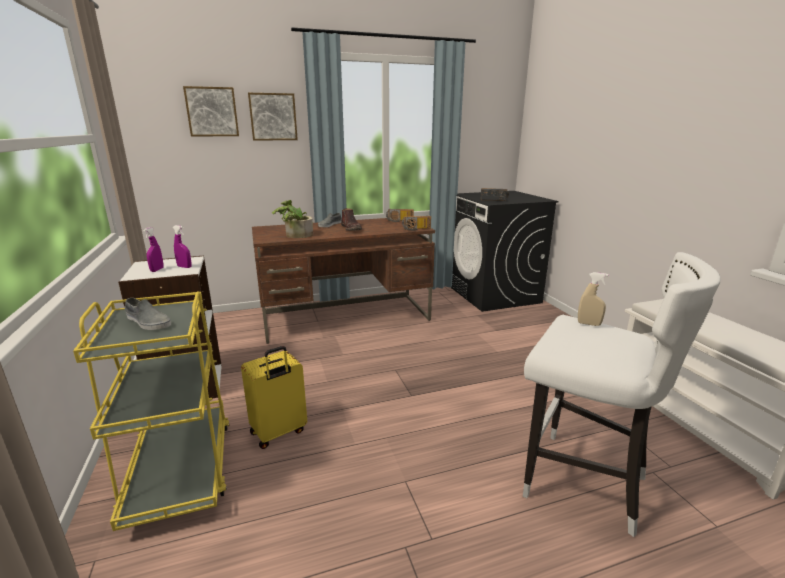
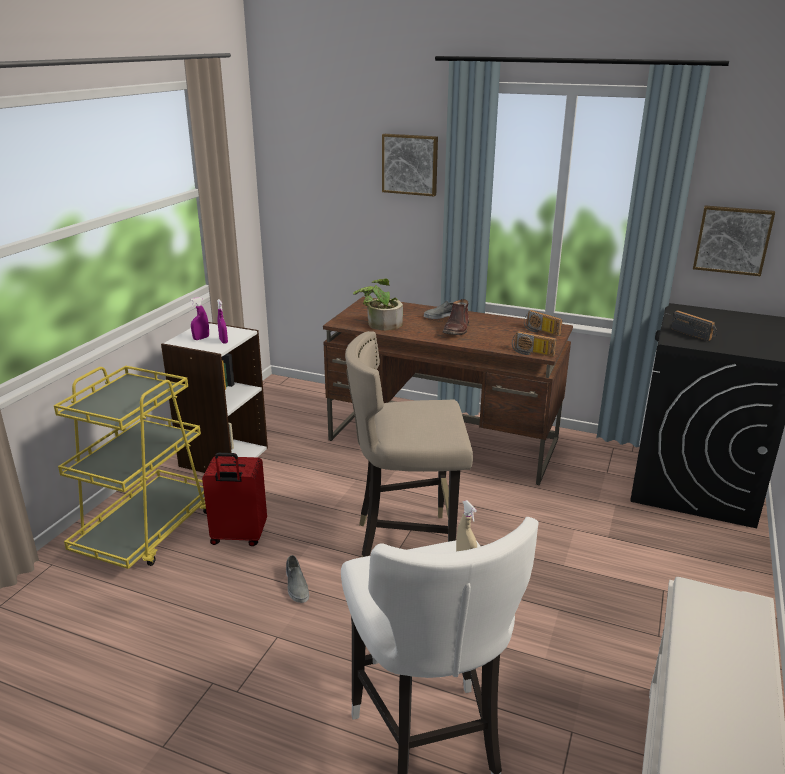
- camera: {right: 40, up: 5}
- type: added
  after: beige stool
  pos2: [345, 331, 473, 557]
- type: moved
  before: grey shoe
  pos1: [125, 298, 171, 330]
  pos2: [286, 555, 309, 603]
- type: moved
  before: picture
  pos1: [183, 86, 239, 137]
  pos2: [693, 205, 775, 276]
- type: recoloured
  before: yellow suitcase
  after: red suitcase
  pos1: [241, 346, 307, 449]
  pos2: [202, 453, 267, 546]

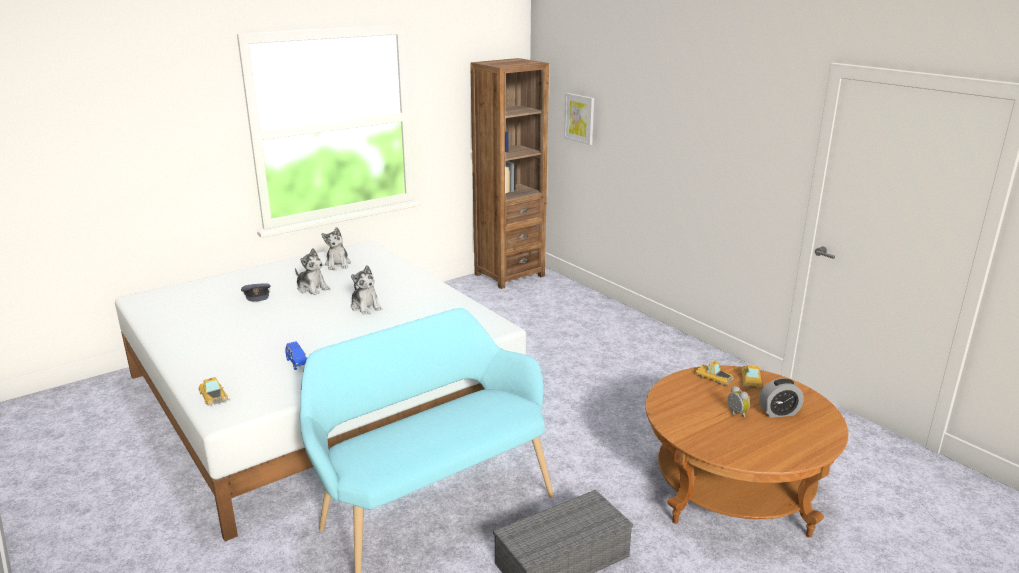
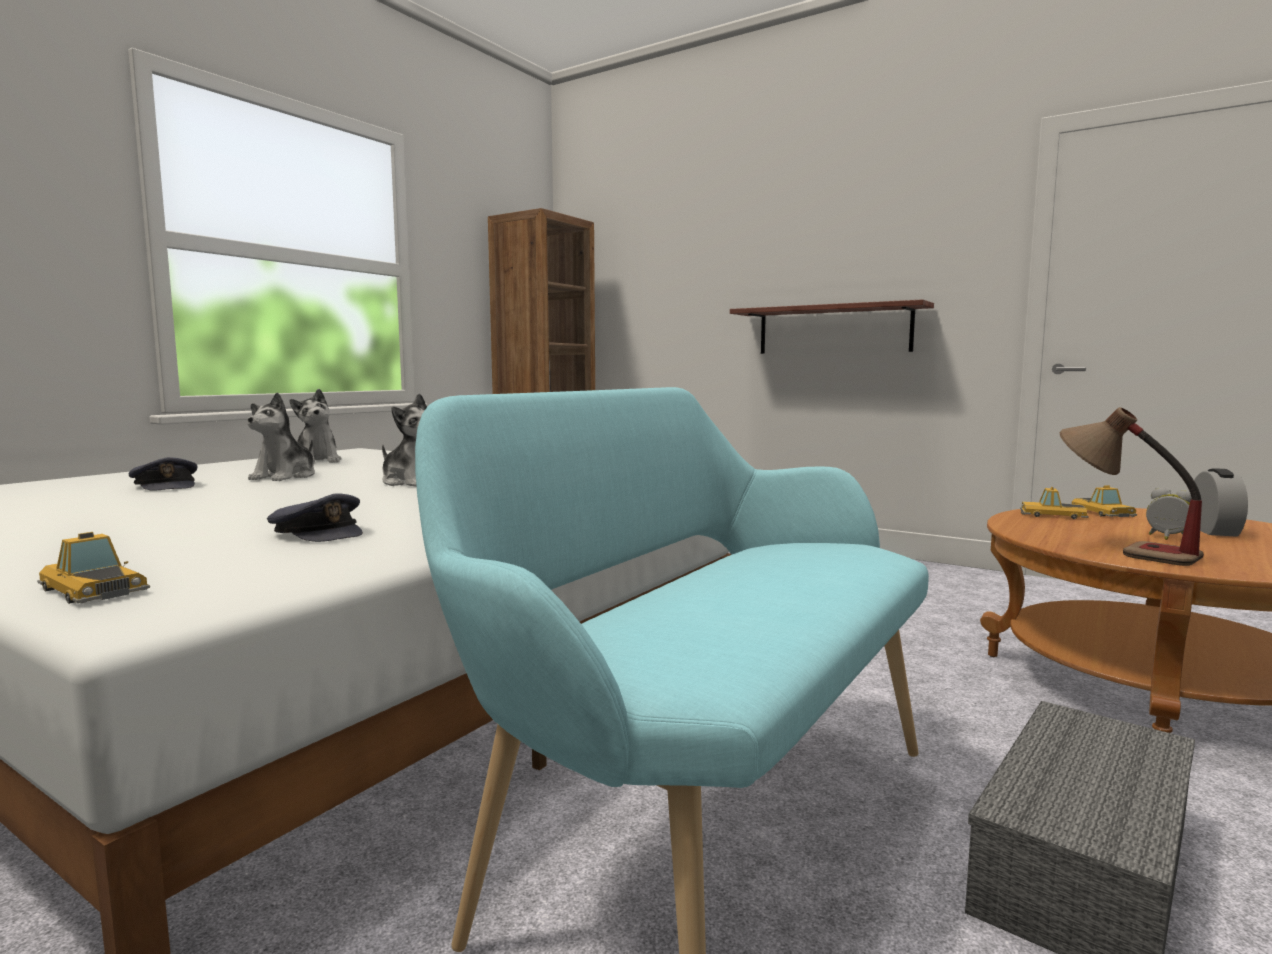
- camera: {right: -20, up: -15}
- type: removed
  before: picture
  pos1: [564, 93, 594, 145]
- type: added
  after: shelf
  pos2: [730, 299, 934, 354]
- type: added
  after: table lamp
  pos2: [1060, 407, 1204, 566]
- type: replaced
  before: blue toy car
  after: grey cap
  pos1: [286, 341, 307, 370]
  pos2: [267, 493, 363, 542]
- type: turned
  before: plush toy
  pos1: [295, 248, 330, 295]
  pos2: [247, 392, 315, 481]
  turn: 90
- type: turned
  before: alarm clock
  pos1: [759, 378, 804, 418]
  pos2: [1194, 468, 1248, 537]
  turn: -45

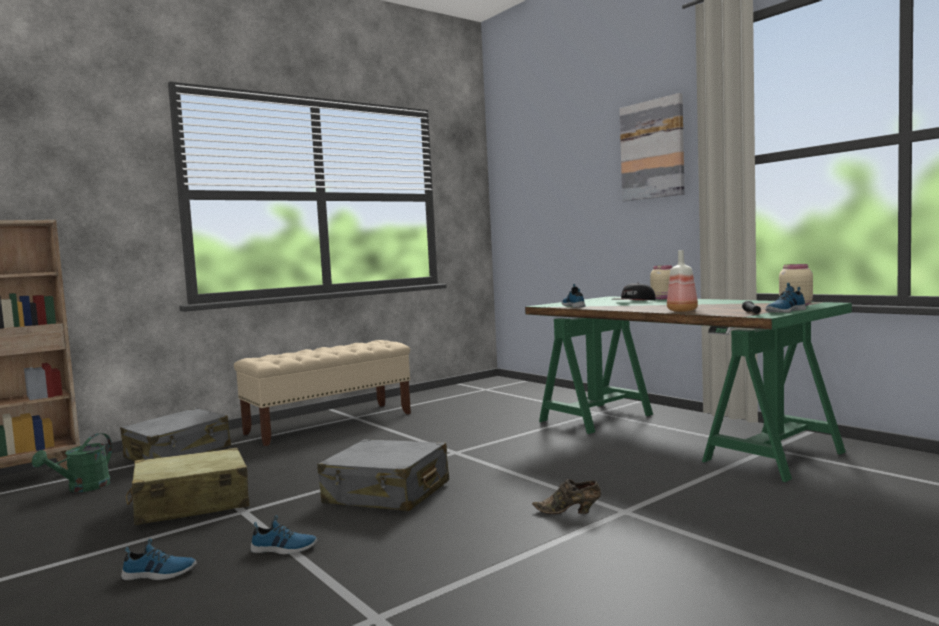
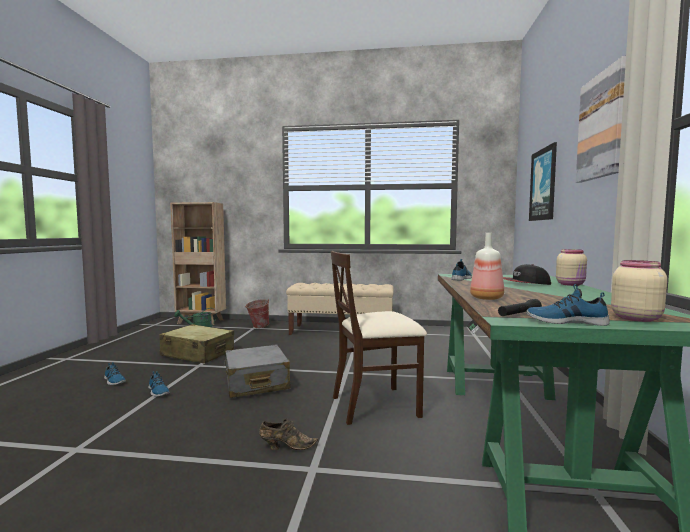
- camera: {right: 45, up: 0}
- type: added
  after: beige chair
  pos2: [331, 251, 427, 425]
- type: added
  after: picture
  pos2: [529, 142, 557, 221]
- type: replaced
  before: grey suitcase
  after: bucket
  pos1: [120, 408, 231, 461]
  pos2: [245, 299, 269, 328]
- type: turned
  before: brown shoe
  pos1: [532, 479, 601, 514]
  pos2: [259, 419, 318, 450]
  turn: 120

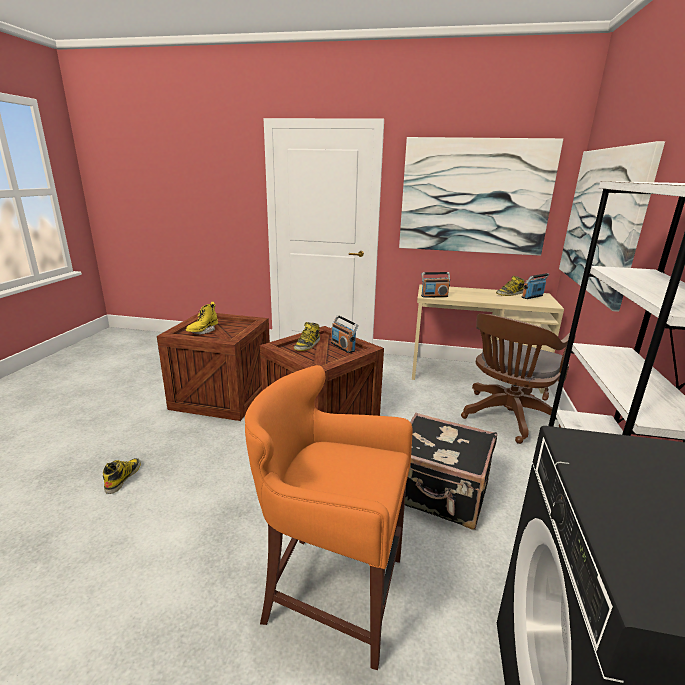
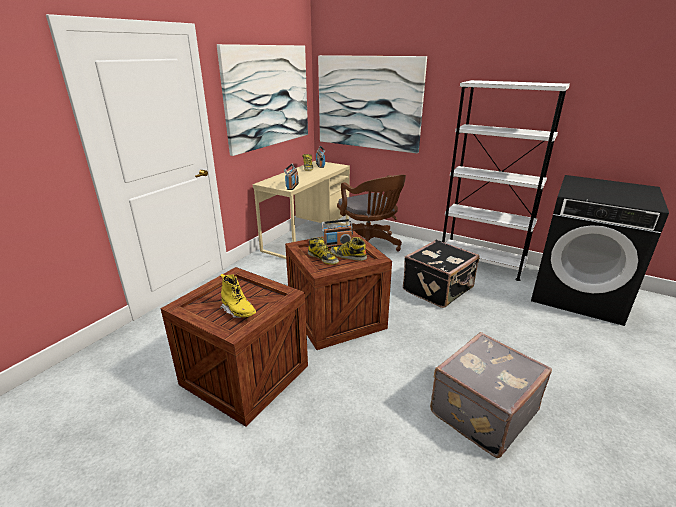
- camera: {right: -70, up: 5}
- type: removed
  before: orange stool
  pos1: [245, 365, 413, 670]
- type: added
  after: grey suitcase
  pos2: [430, 332, 552, 458]
- type: moved
  before: boot
  pos1: [103, 458, 141, 494]
  pos2: [330, 237, 367, 261]

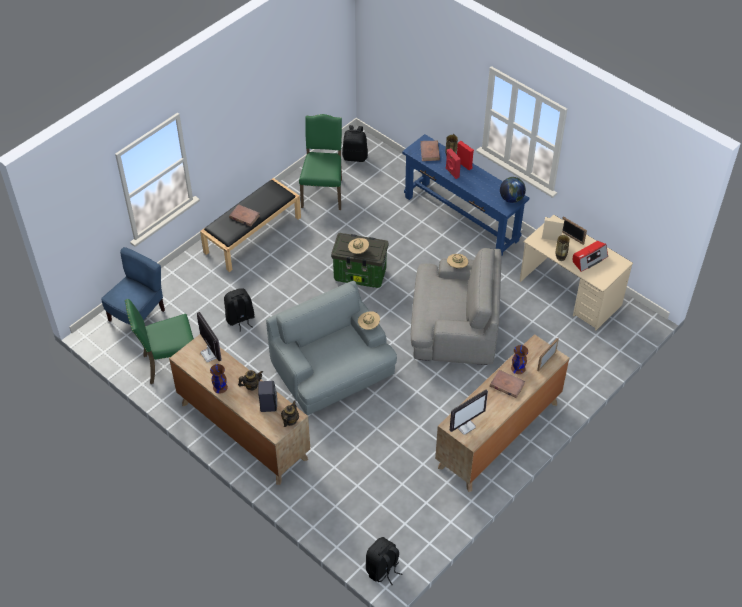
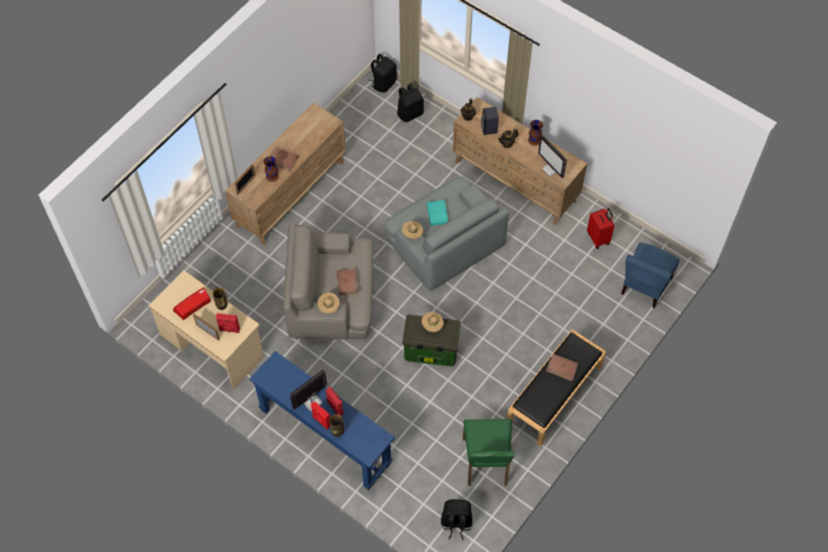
- camera: {right: 175, up: 10}
- type: removed
  before: globe
  pos1: [500, 177, 526, 203]
- type: added
  after: turquoise book
  pos2: [427, 200, 448, 226]
- type: moved
  before: black backpack
  pos1: [224, 288, 255, 332]
  pos2: [397, 83, 424, 122]
- type: moved
  before: brown book
  pos1: [420, 141, 440, 161]
  pos2: [336, 268, 358, 295]
- type: moved
  before: monitor
  pos1: [449, 390, 488, 435]
  pos2: [290, 370, 327, 411]
- type: replaced
  before: green chair
  after: red suitcase
  pos1: [125, 299, 194, 384]
  pos2: [587, 208, 615, 249]
- type: recoloured
  before: beige speaker
  after: red speaker
  pos1: [542, 217, 564, 241]
  pos2: [216, 313, 240, 333]

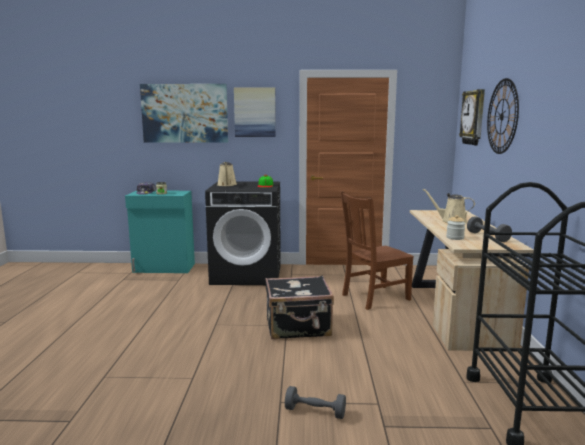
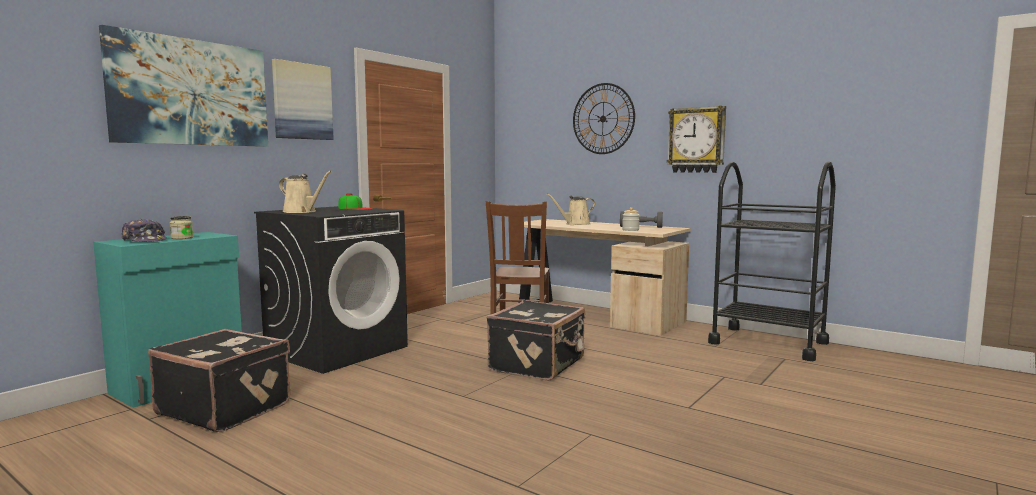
- camera: {right: -55, up: -5}
- type: removed
  before: grey dumbbell
  pos1: [285, 386, 346, 419]
- type: added
  after: black suitcase
  pos2: [148, 329, 290, 432]
- type: moved
  before: wall clock
  pos1: [459, 89, 485, 145]
  pos2: [667, 106, 726, 173]

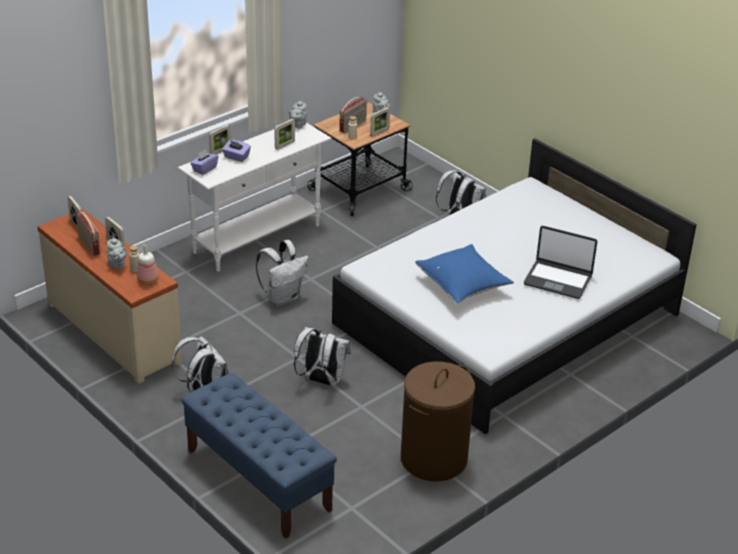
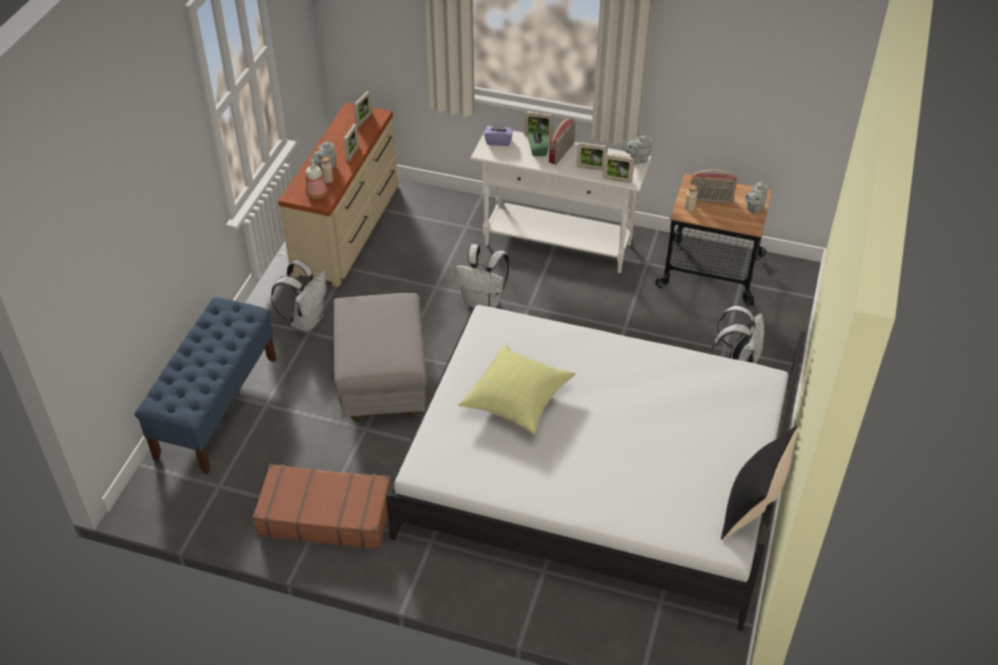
- camera: {right: 60, up: 10}
- type: removed
  before: laptop
  pos1: [524, 226, 597, 299]
- type: added
  after: black pillow
  pos2: [721, 426, 798, 540]
- type: moved
  before: radio
  pos1: [76, 212, 101, 256]
  pos2: [549, 118, 575, 165]
- type: moved
  before: picture frame
  pos1: [370, 107, 390, 136]
  pos2: [602, 154, 634, 183]
- type: replaced
  before: white backpack
  after: grey ottoman
  pos1: [294, 327, 351, 386]
  pos2: [333, 293, 427, 422]
- type: replaced
  before: brown laundry basket
  after: brown suitcase
  pos1: [401, 361, 475, 481]
  pos2: [253, 464, 391, 550]
- type: recoloured
  before: purple tissue box
  after: green tissue box
  pos1: [222, 140, 251, 162]
  pos2: [529, 129, 548, 157]
- type: recoloured
  before: blue pillow
  after: yellow pillow
  pos1: [415, 244, 514, 304]
  pos2: [459, 345, 576, 434]

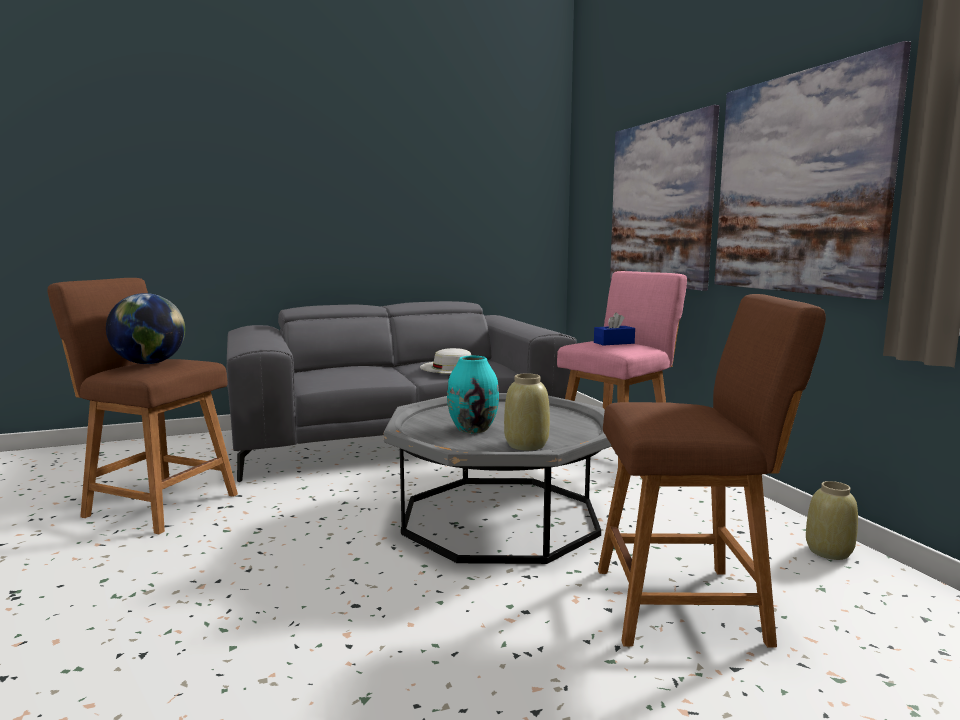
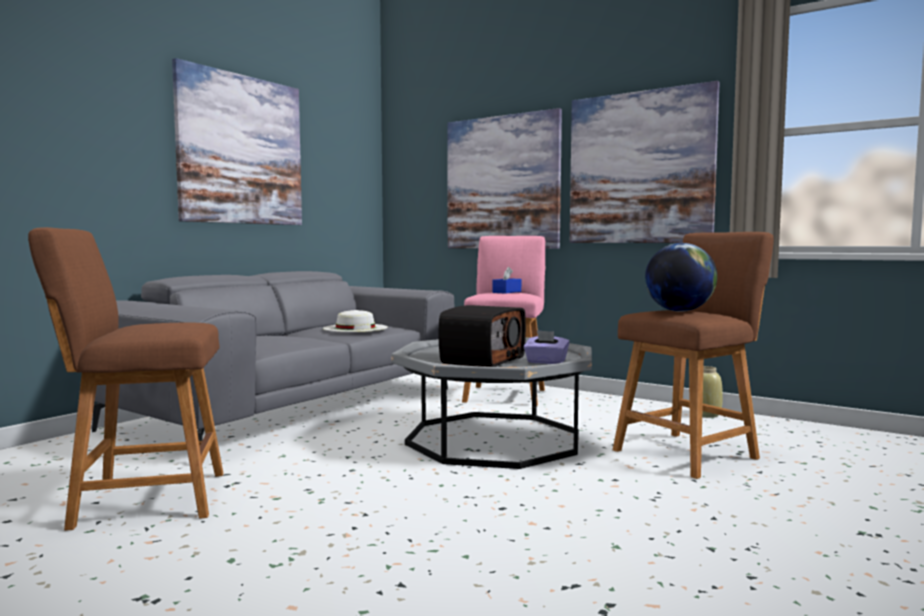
- camera: {right: -35, up: -5}
- type: added
  after: picture
  pos2: [172, 58, 302, 225]
- type: moved
  before: globe
  pos1: [106, 293, 185, 364]
  pos2: [645, 243, 717, 312]
- type: replaced
  before: turquoise vase
  after: radio
  pos1: [447, 356, 499, 433]
  pos2: [439, 305, 526, 367]
- type: replaced
  before: beige vase
  after: purple tissue box
  pos1: [504, 374, 550, 451]
  pos2: [524, 330, 570, 364]

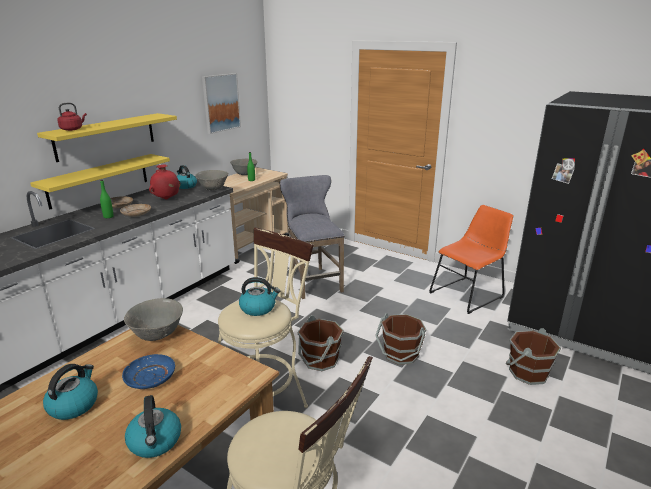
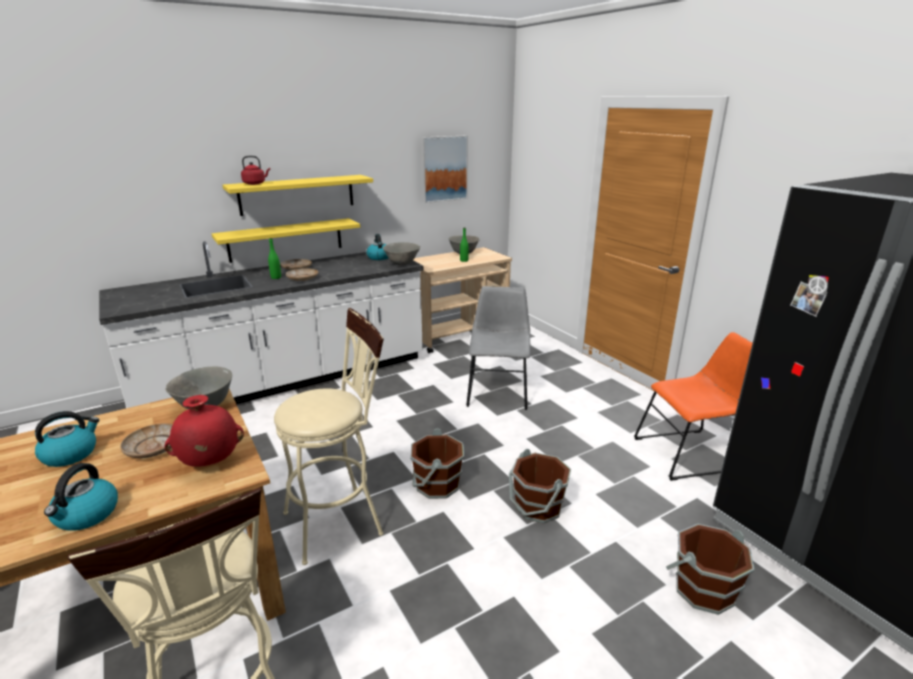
- camera: {right: 25, up: 0}
- type: removed
  before: kettle
  pos1: [239, 277, 280, 316]
- type: moved
  before: red vase
  pos1: [149, 165, 181, 200]
  pos2: [164, 395, 244, 467]
- type: replaced
  before: grey stool
  after: grey chair
  pos1: [280, 175, 345, 299]
  pos2: [466, 286, 530, 410]
- type: recoloured
  before: blue plate
  after: beige plate
  pos1: [122, 354, 175, 389]
  pos2: [120, 423, 173, 458]

